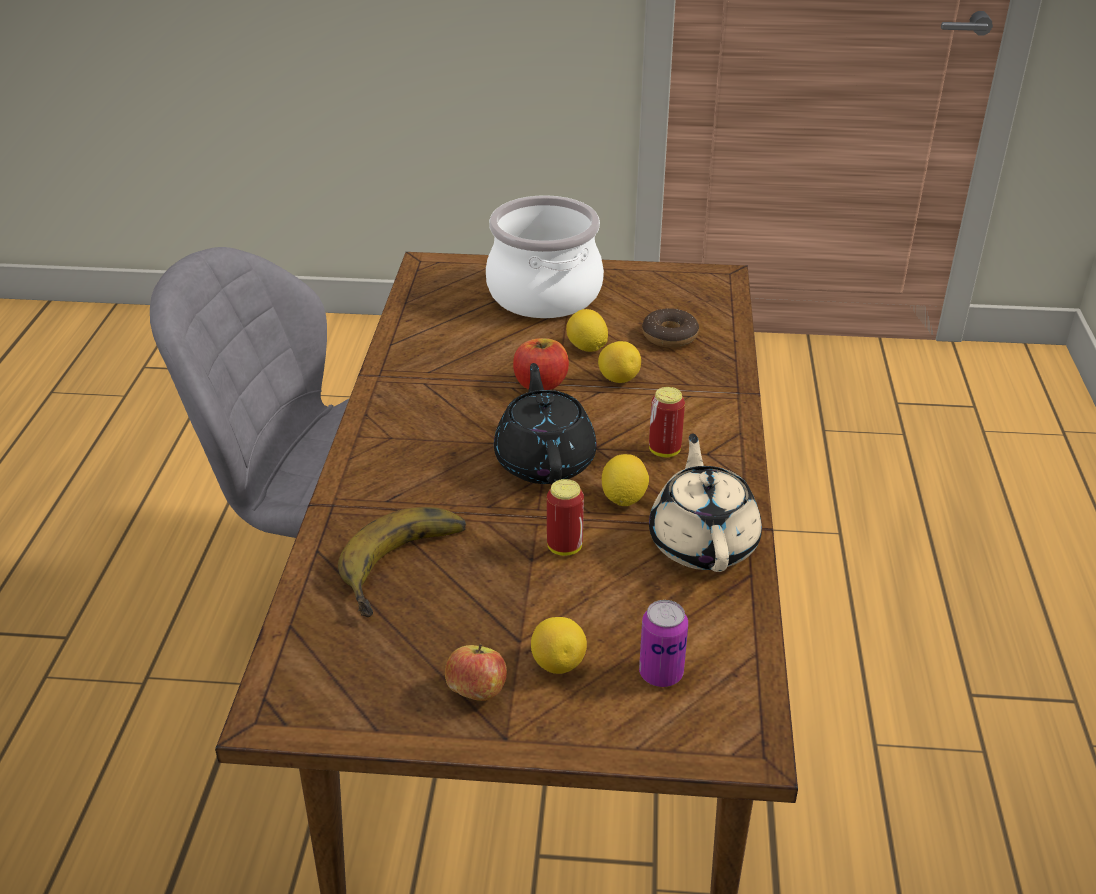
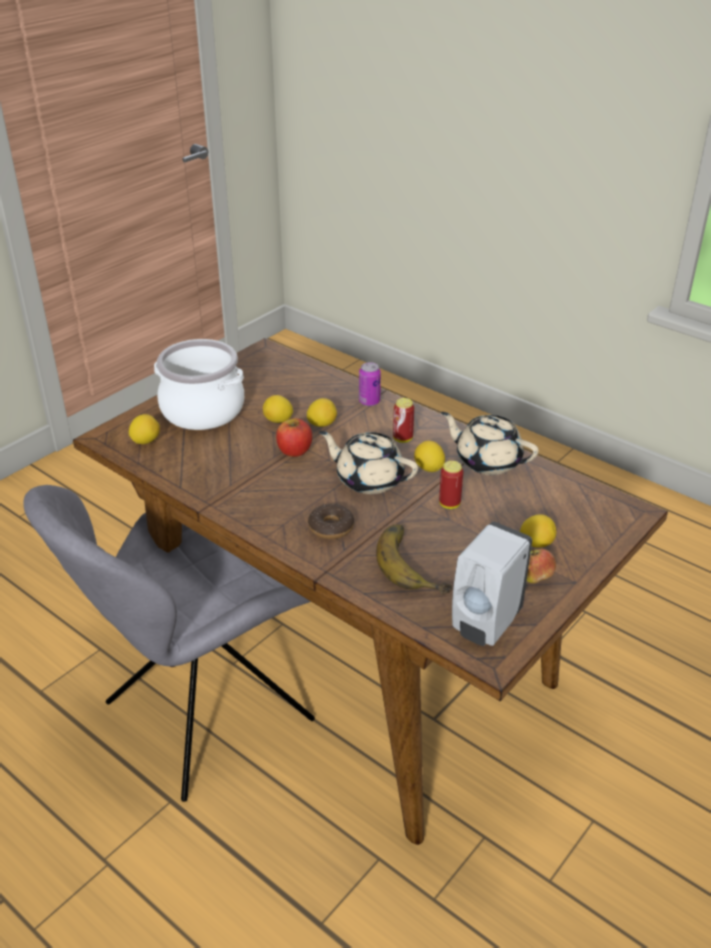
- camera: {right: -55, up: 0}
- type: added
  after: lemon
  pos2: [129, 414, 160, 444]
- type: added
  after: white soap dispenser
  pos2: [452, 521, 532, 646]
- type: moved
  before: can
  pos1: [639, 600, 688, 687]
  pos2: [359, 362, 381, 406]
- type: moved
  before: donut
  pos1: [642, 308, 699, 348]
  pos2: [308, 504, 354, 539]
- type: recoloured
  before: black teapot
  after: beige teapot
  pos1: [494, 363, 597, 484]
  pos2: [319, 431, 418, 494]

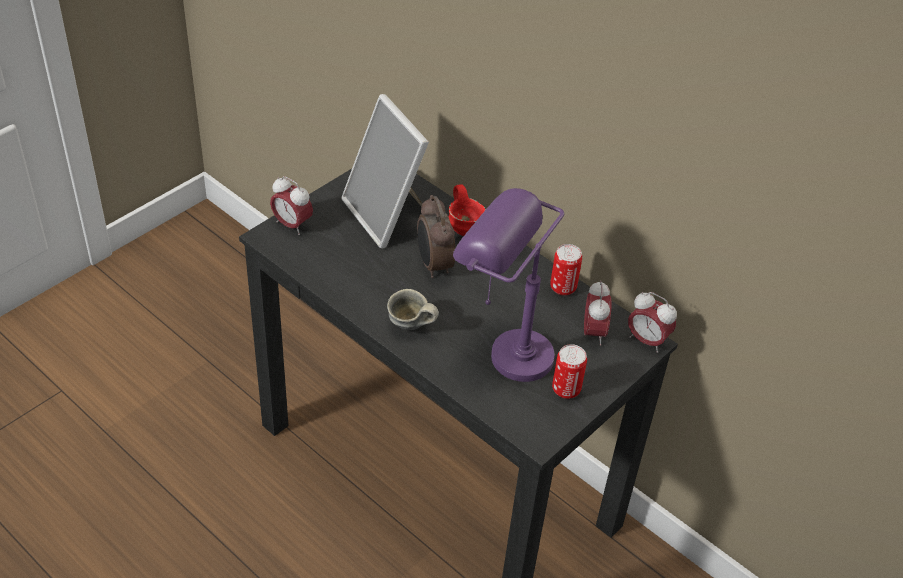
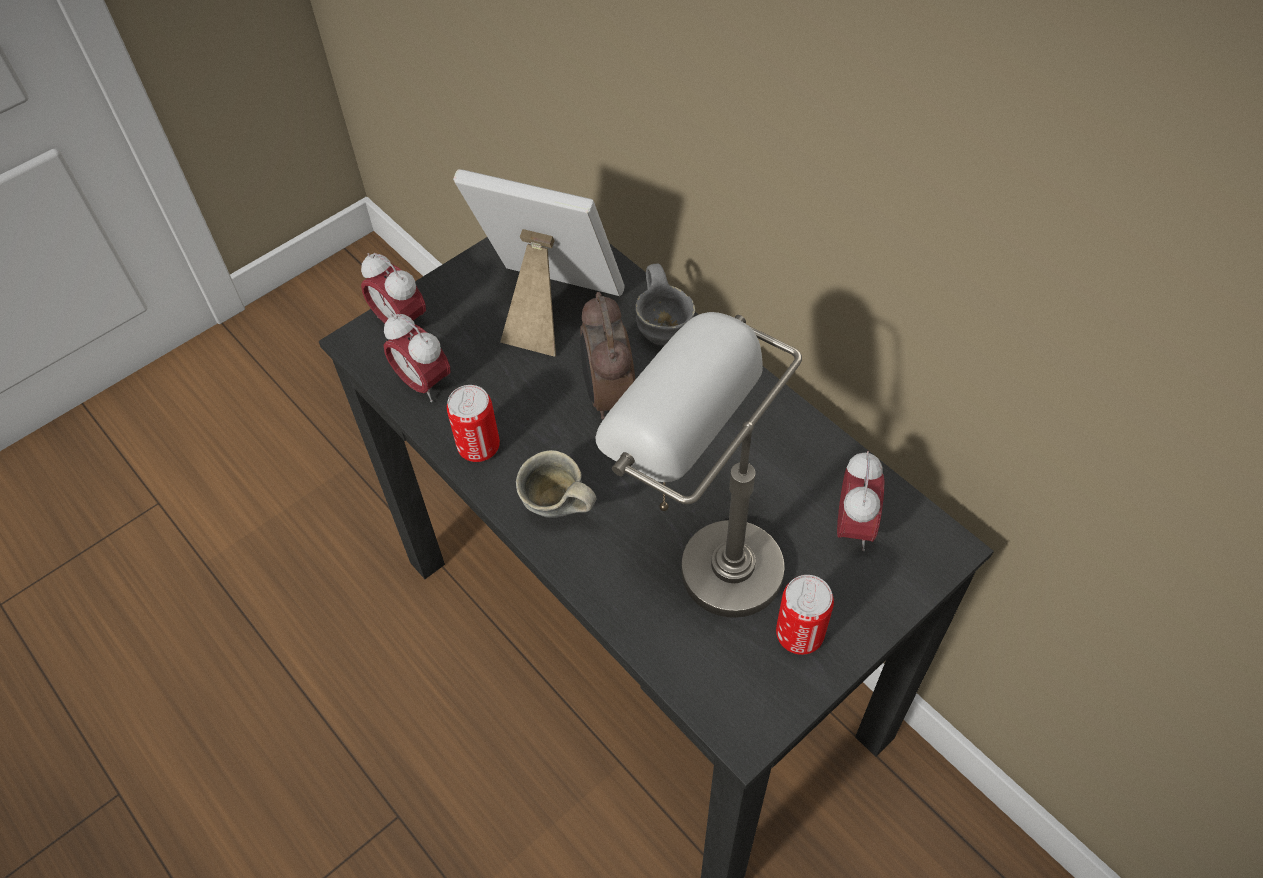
- camera: {right: 10, up: 10}
- type: moved
  before: can
  pos1: [550, 244, 582, 296]
  pos2: [447, 385, 500, 462]
- type: moved
  before: alarm clock
  pos1: [628, 292, 677, 353]
  pos2: [384, 314, 450, 402]
- type: recoloured
  before: red mug
  after: grey mug
  pos1: [449, 184, 486, 236]
  pos2: [635, 263, 695, 346]
- type: recoloured
  before: purple table lamp
  after: grey table lamp
  pos1: [453, 188, 564, 382]
  pos2: [595, 312, 802, 618]
- type: turned
  before: picture frame
  pos1: [341, 94, 429, 248]
  pos2: [453, 169, 624, 357]
  turn: 135

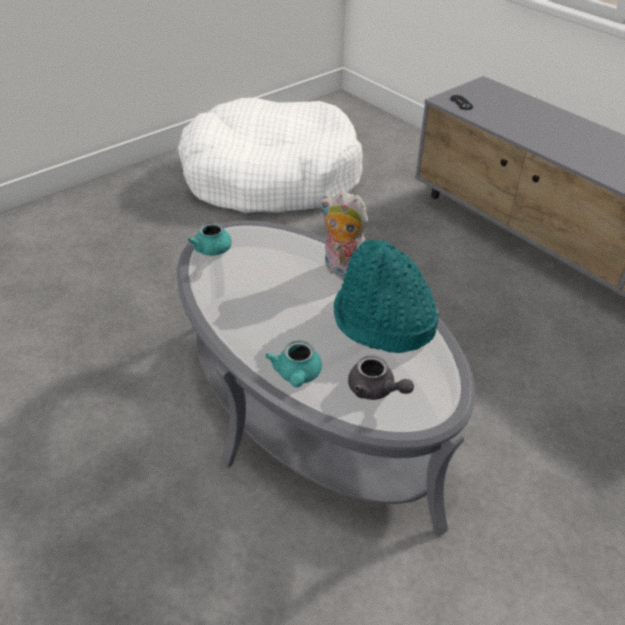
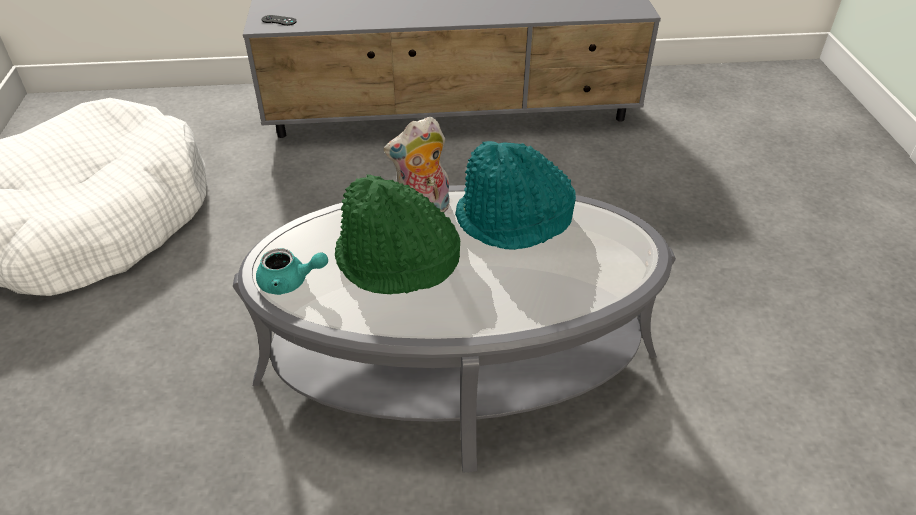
- camera: {right: -55, up: 0}
- type: removed
  before: turquoise teapot
  pos1: [265, 340, 322, 388]
- type: removed
  before: grey teapot
  pos1: [348, 355, 414, 400]
- type: added
  after: green hat
  pos2: [335, 174, 460, 294]

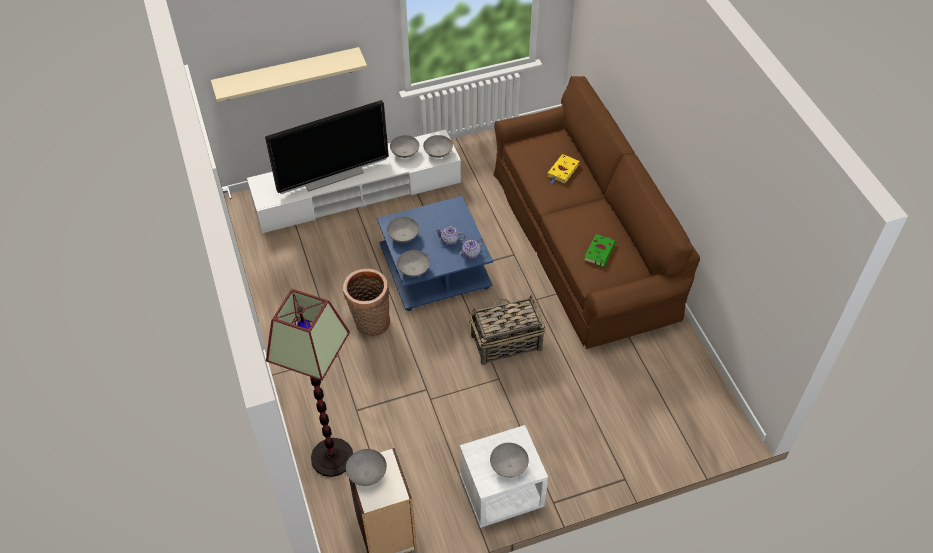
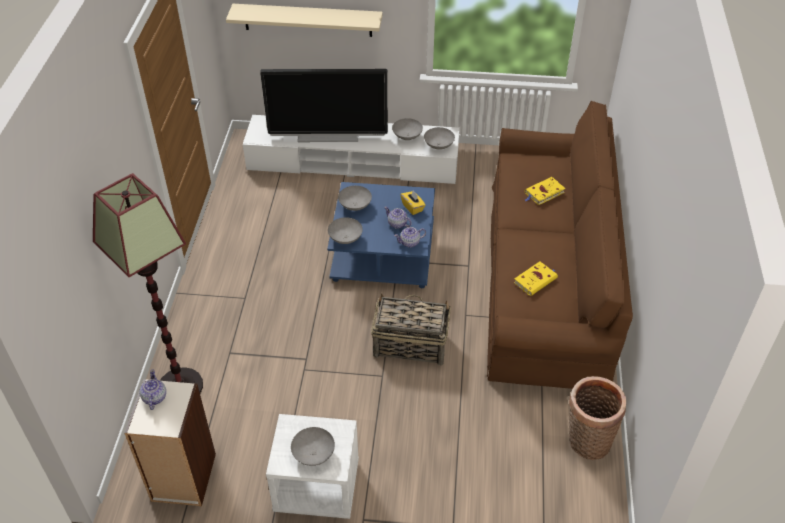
- camera: {right: 25, up: -5}
- type: added
  after: yellow tissue box
  pos2: [401, 191, 425, 215]
- type: moved
  before: basket
  pos1: [343, 269, 390, 337]
  pos2: [569, 376, 626, 460]
- type: replaced
  before: grey bowl
  after: teapot
  pos1: [346, 449, 387, 486]
  pos2: [139, 370, 166, 410]
- type: recoloured
  before: green book
  after: yellow book
  pos1: [584, 234, 616, 267]
  pos2: [514, 262, 558, 296]

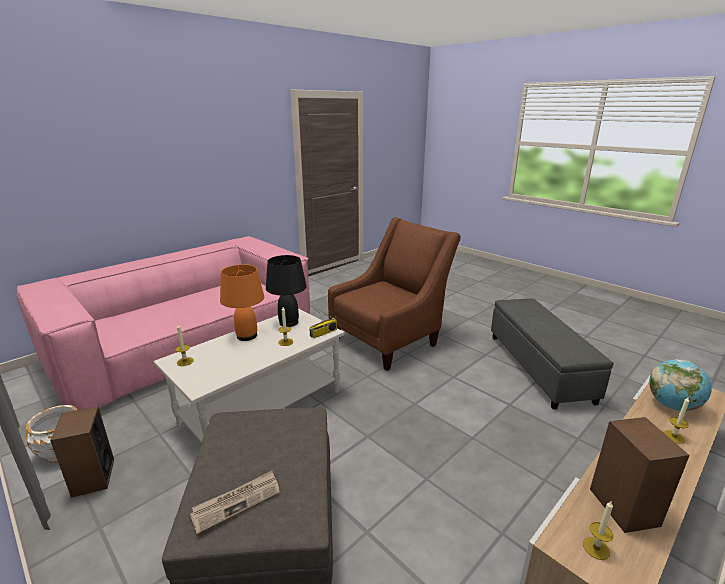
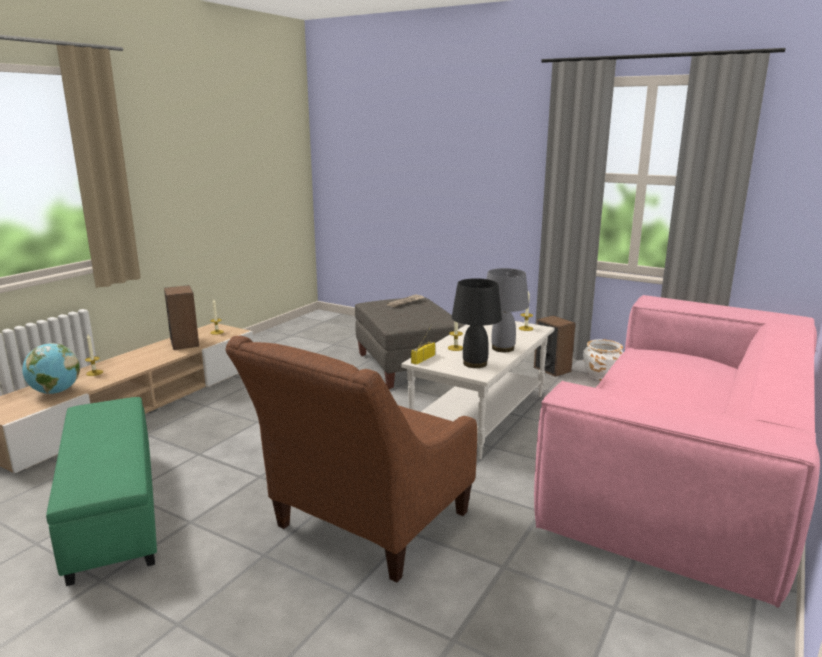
- camera: {right: 165, up: -5}
- type: recoloured
  before: orange table lamp
  after: grey table lamp
  pos1: [220, 265, 264, 341]
  pos2: [486, 268, 529, 352]
- type: recoloured
  before: grey ottoman
  after: green ottoman
  pos1: [491, 299, 613, 409]
  pos2: [46, 397, 157, 586]

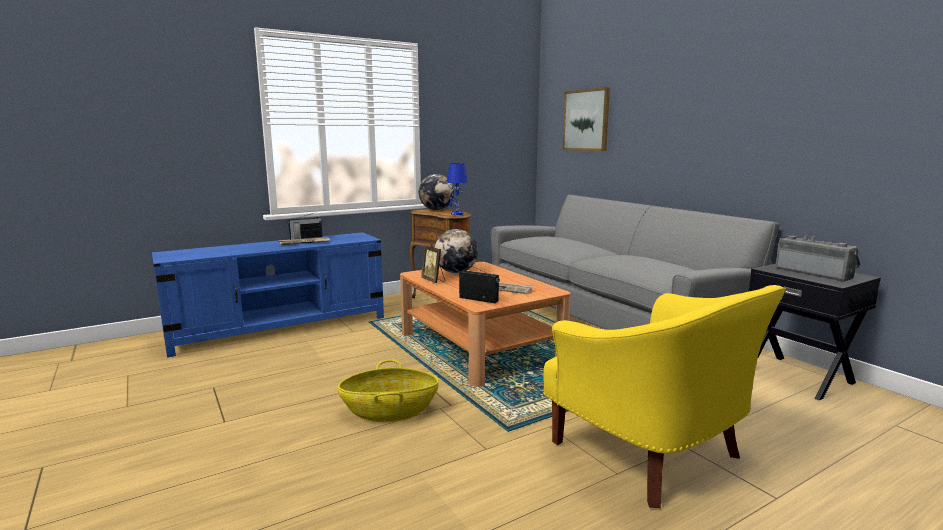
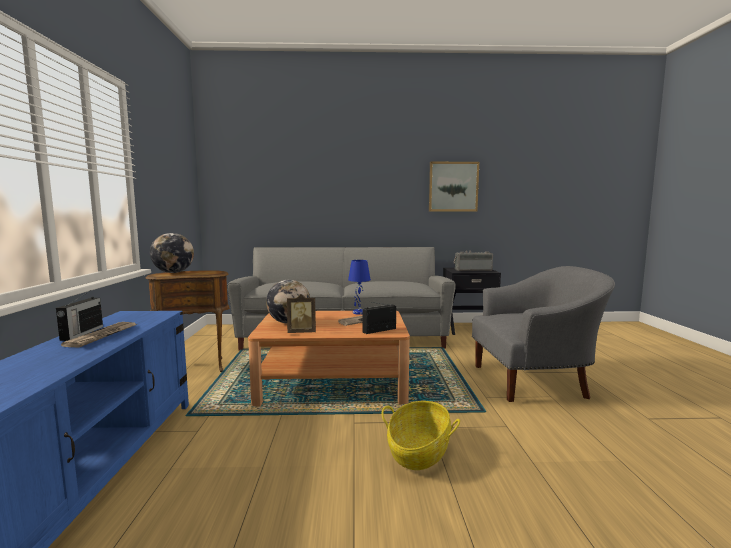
- camera: {right: -60, up: -5}
- type: moved
  before: blue table lamp
  pos1: [446, 163, 468, 215]
  pos2: [348, 260, 371, 315]
- type: moved
  before: picture
  pos1: [562, 87, 610, 151]
  pos2: [429, 162, 479, 211]
- type: recoloured
  before: yellow armchair
  after: grey armchair
  pos1: [543, 285, 786, 508]
  pos2: [472, 266, 615, 402]

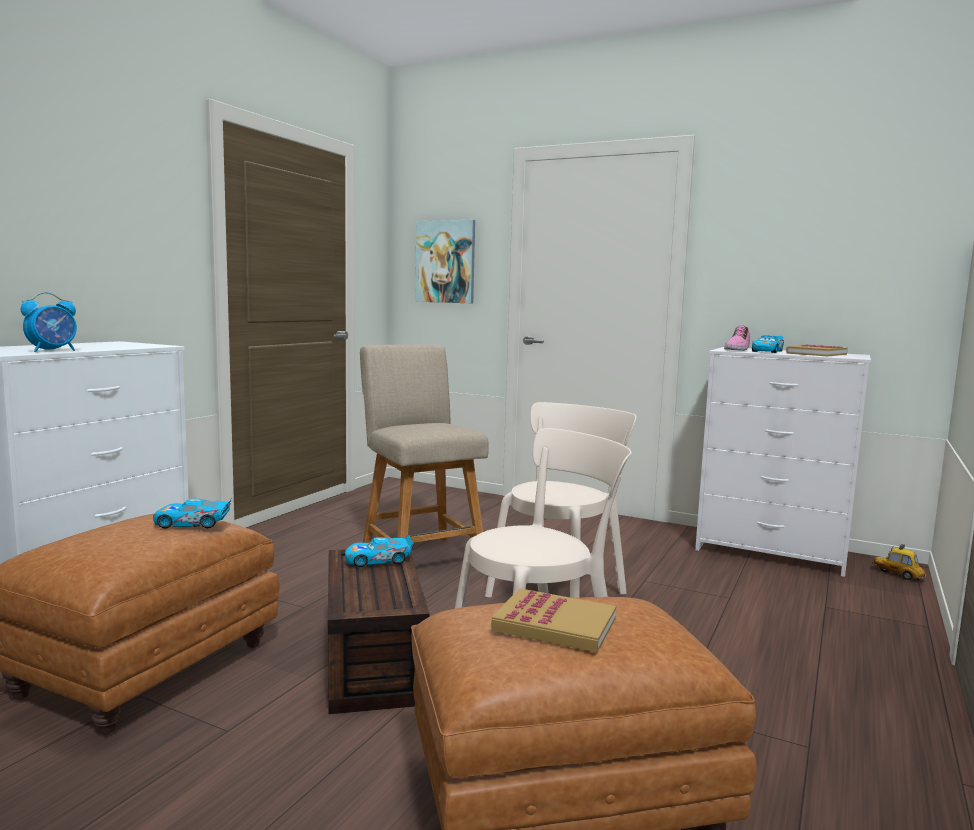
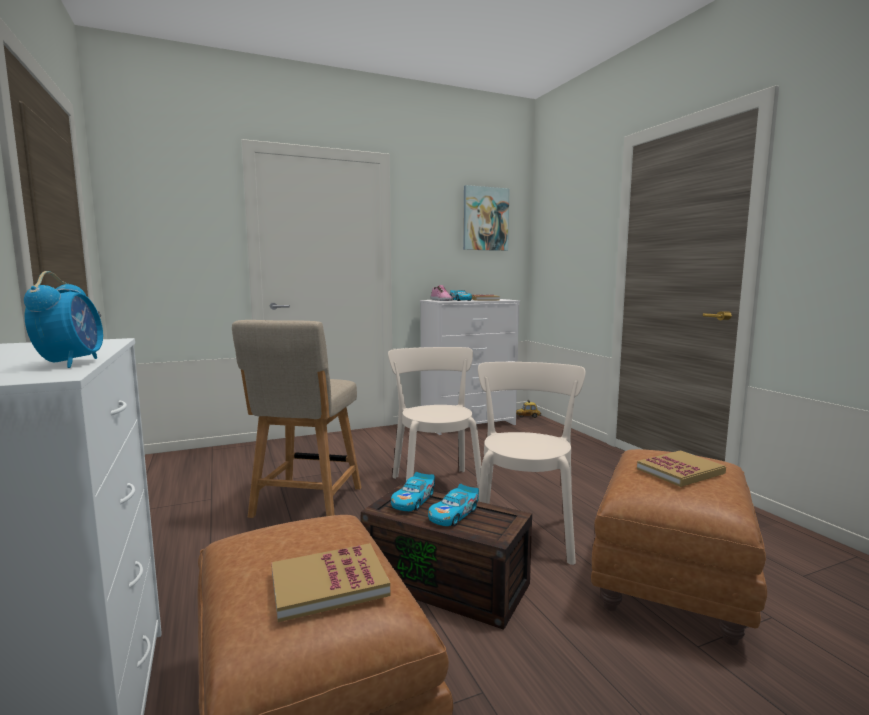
- camera: {right: -50, up: 0}
- type: added
  after: book
  pos2: [271, 543, 390, 622]
- type: moved
  before: toy car
  pos1: [153, 498, 232, 529]
  pos2: [428, 484, 479, 526]
- type: moved
  before: picture
  pos1: [415, 220, 475, 303]
  pos2: [463, 185, 510, 251]
- type: turned
  before: beige chair
  pos1: [360, 344, 489, 543]
  pos2: [232, 320, 362, 518]
  turn: -90

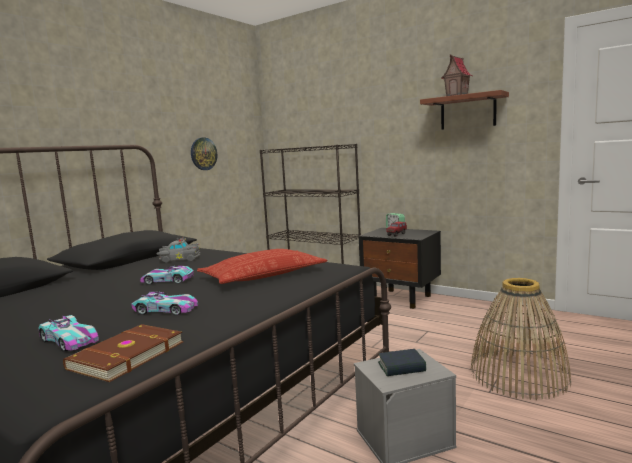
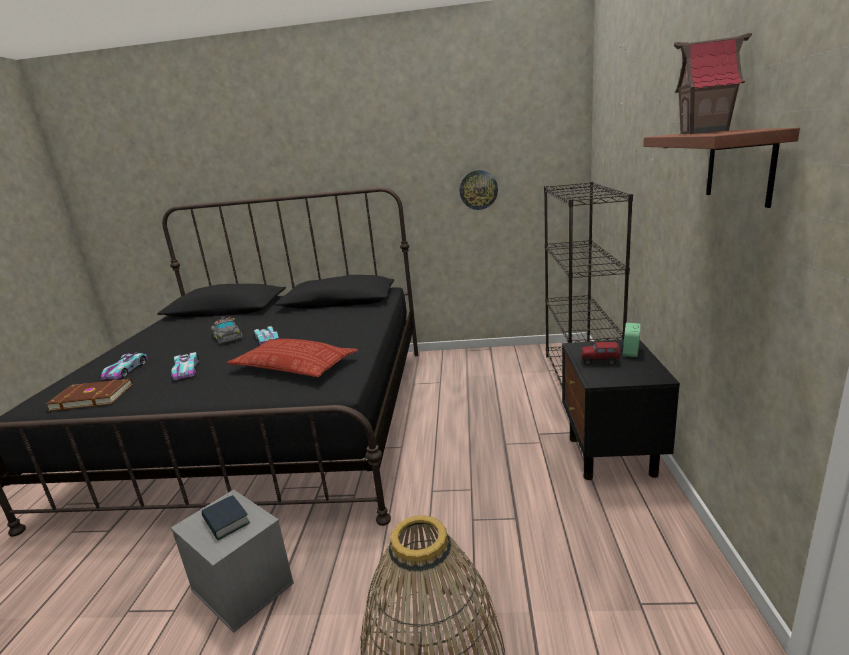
- camera: {right: 60, up: 10}
- type: moved
  before: grey toy car
  pos1: [156, 238, 201, 263]
  pos2: [211, 316, 243, 345]

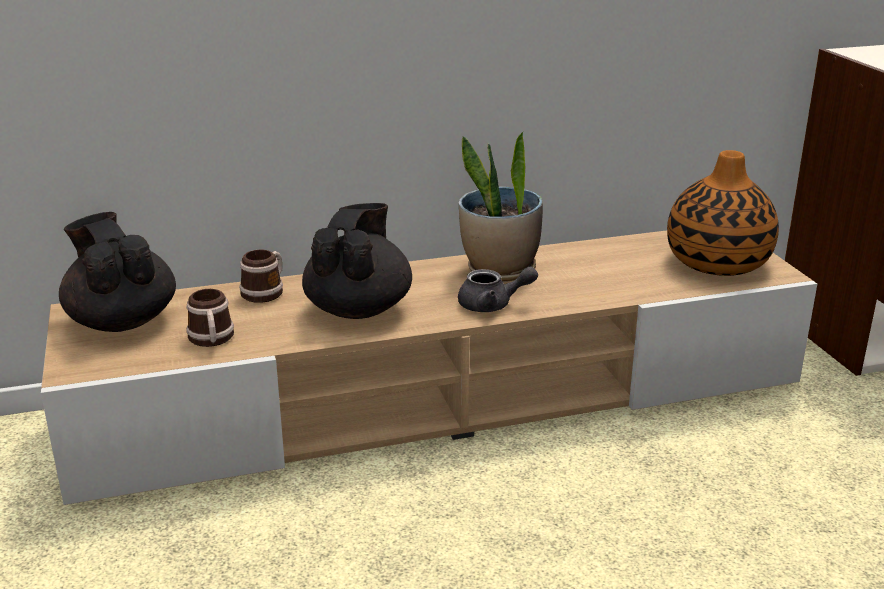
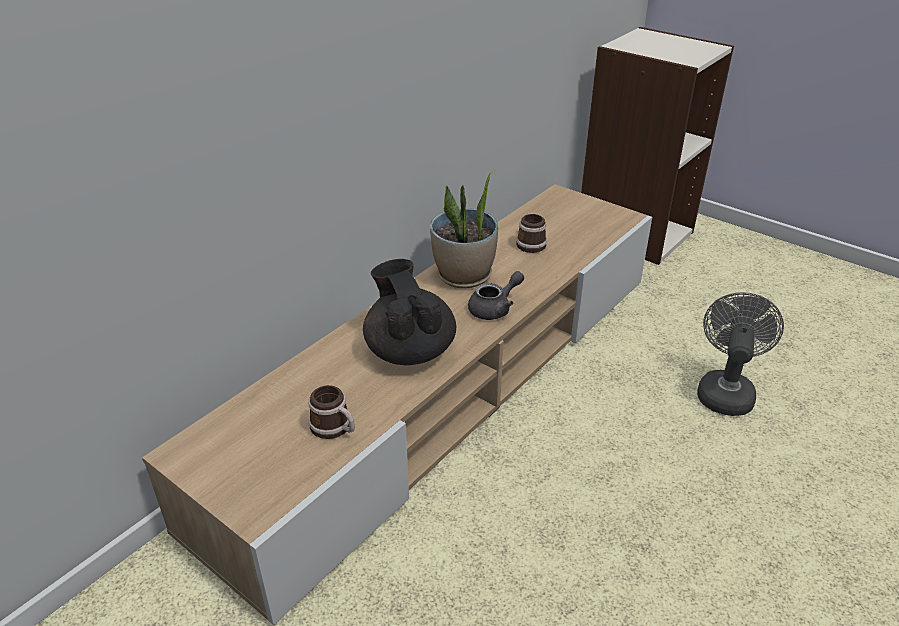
- camera: {right: -35, up: 10}
- type: removed
  before: black teapot
  pos1: [59, 212, 176, 332]
- type: removed
  before: vase
  pos1: [667, 150, 779, 276]
- type: added
  after: grey fan
  pos2: [697, 292, 784, 416]
- type: moved
  before: mug
  pos1: [239, 250, 283, 303]
  pos2: [516, 213, 547, 253]

